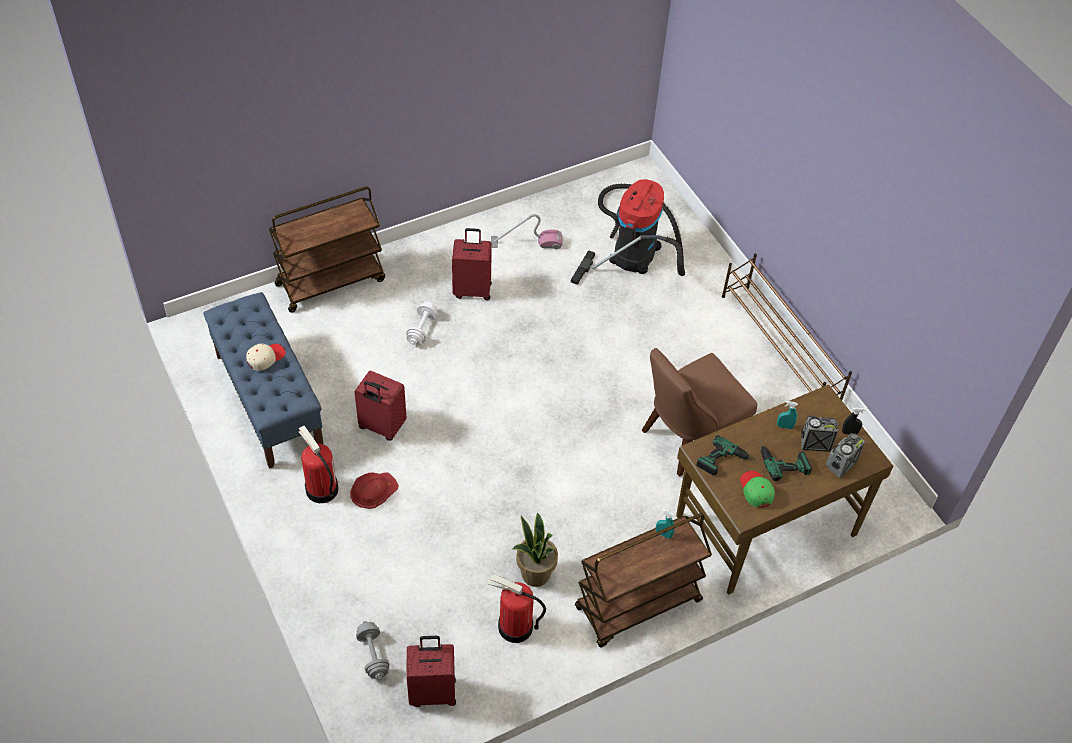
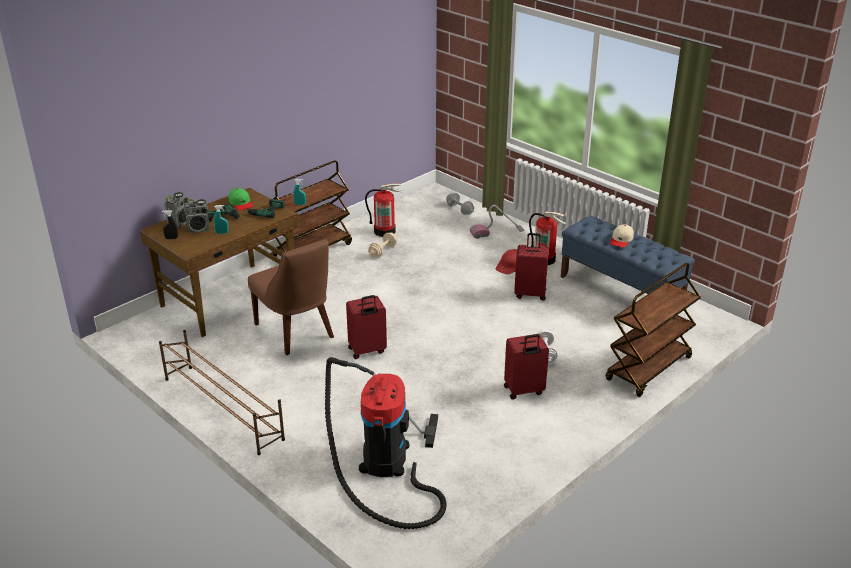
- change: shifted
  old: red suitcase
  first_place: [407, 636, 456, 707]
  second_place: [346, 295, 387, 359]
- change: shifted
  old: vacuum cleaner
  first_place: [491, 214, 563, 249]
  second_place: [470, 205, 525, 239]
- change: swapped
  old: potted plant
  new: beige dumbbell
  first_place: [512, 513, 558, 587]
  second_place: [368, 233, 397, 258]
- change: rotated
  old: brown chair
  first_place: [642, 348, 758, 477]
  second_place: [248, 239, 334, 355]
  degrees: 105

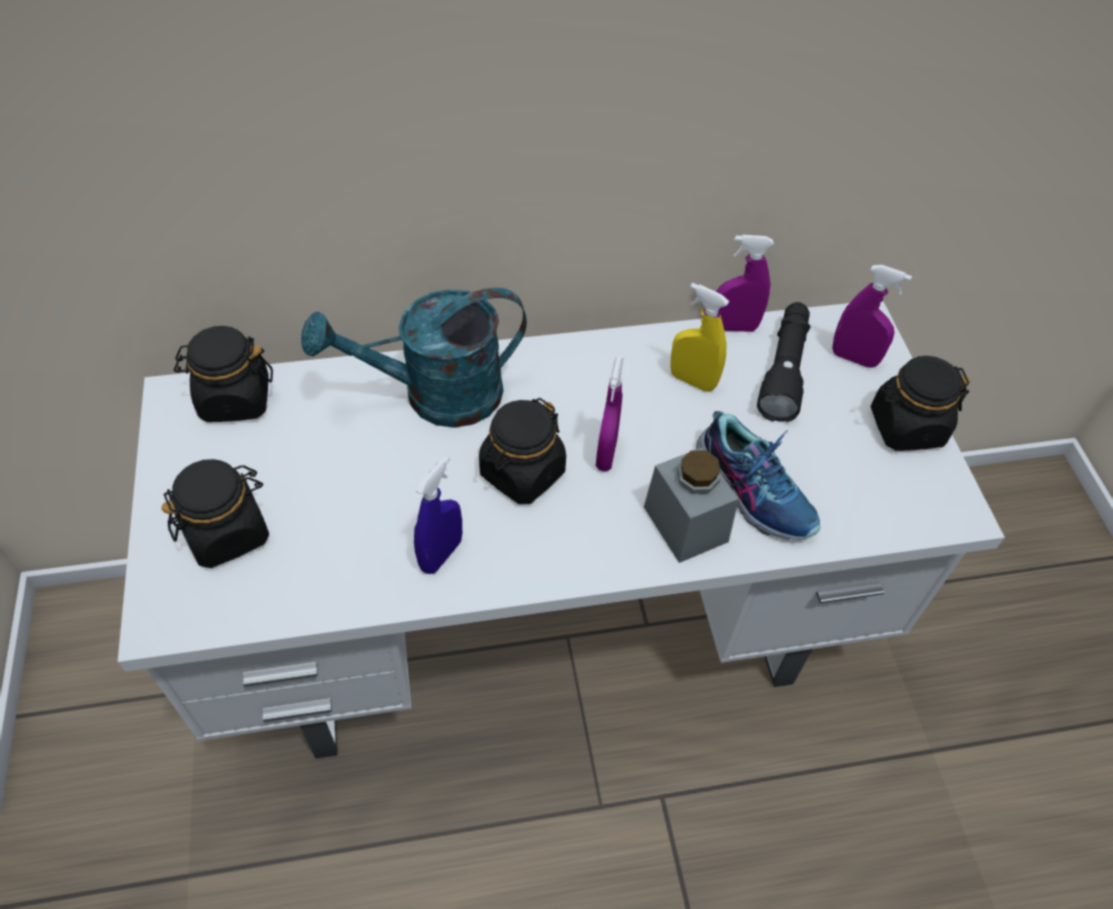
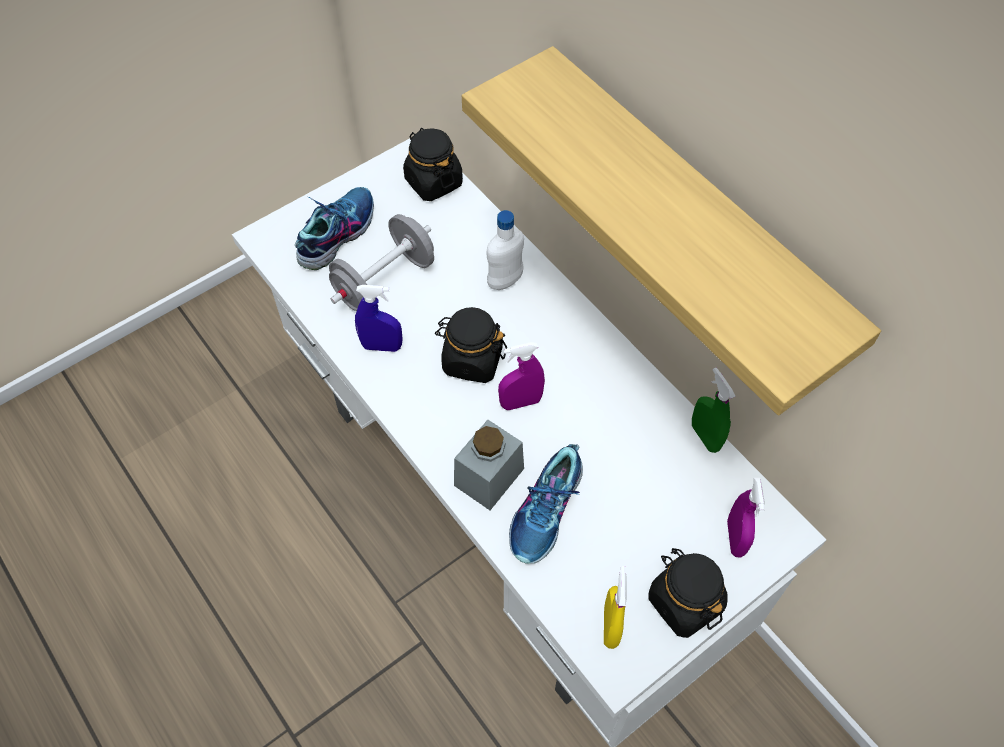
- change: gone
  old: black flashlight
  first_place: [757, 302, 811, 422]
- change: new
  new: grey dumbbell
  second_place: [329, 214, 434, 311]
- change: new
  new: shelf
  second_place: [462, 46, 881, 416]
- change: shifted
  old: yellow spray bottle
  first_place: [671, 283, 729, 392]
  second_place: [604, 566, 627, 649]
- change: swapped
  old: black jar
  new: shoe
  first_place: [162, 459, 269, 568]
  second_place: [295, 187, 374, 270]
- change: swapped
  old: turquoise watering can
  new: white bottle
  first_place: [301, 288, 527, 428]
  second_place: [487, 210, 524, 290]
- change: repainted
  old: purple spray bottle
  new: green spray bottle
  first_place: [716, 235, 774, 332]
  second_place: [692, 367, 735, 453]

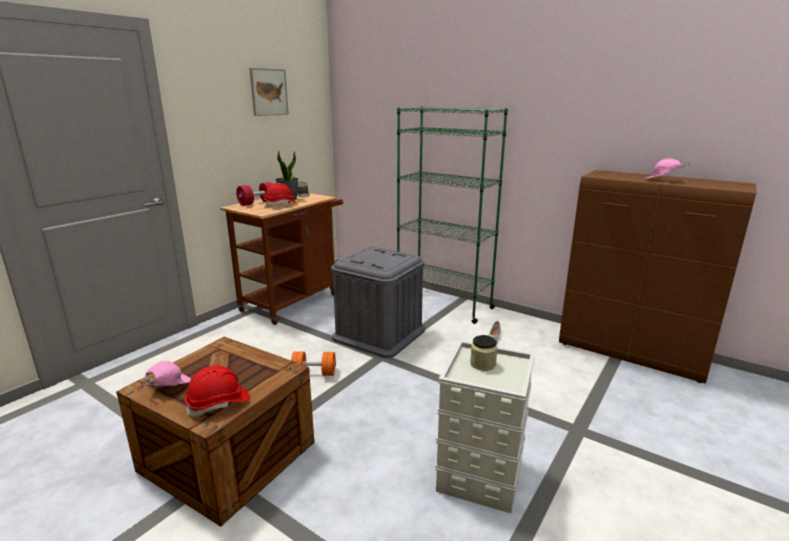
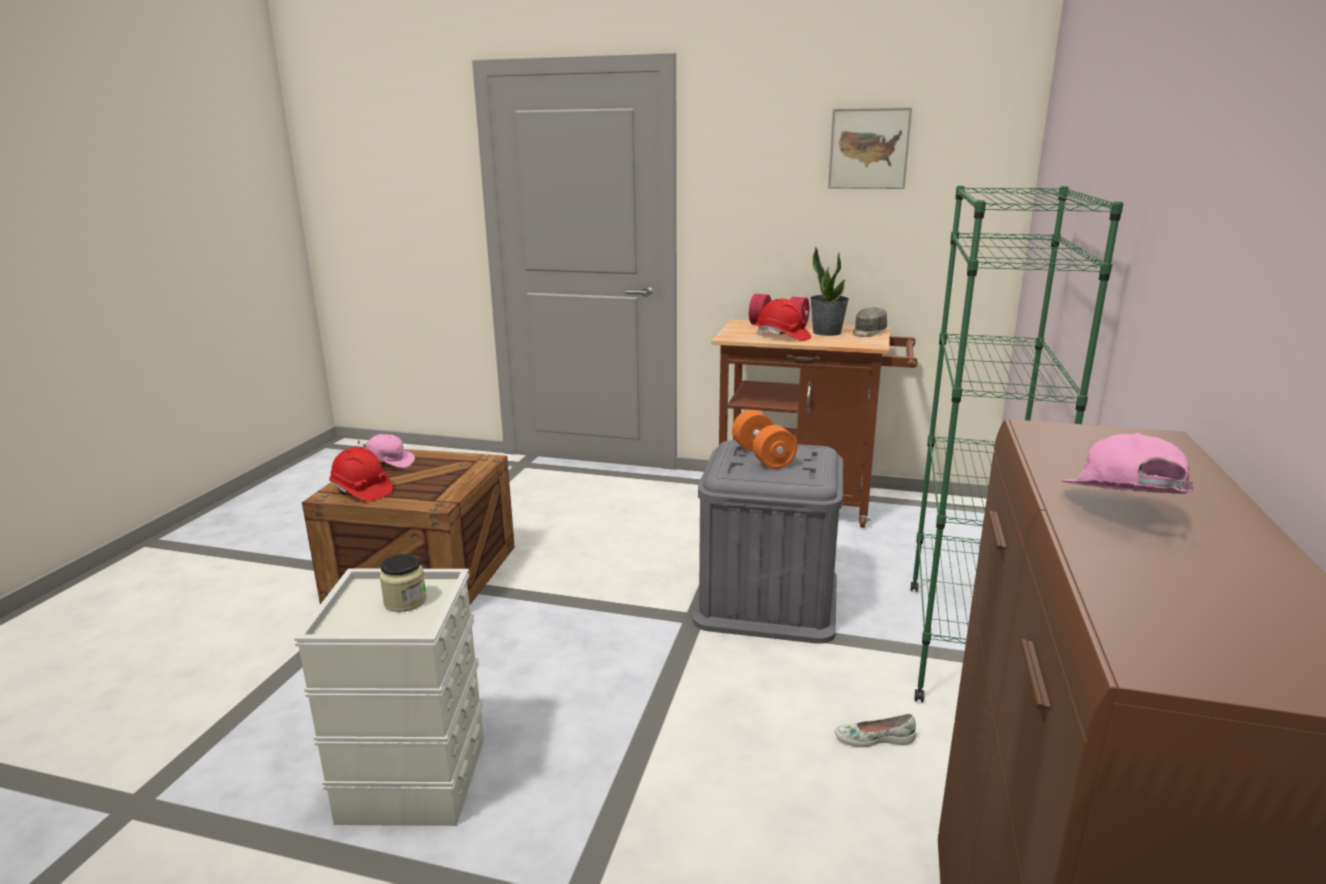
- change: shifted
  old: orange dumbbell
  first_place: [291, 352, 336, 376]
  second_place: [732, 410, 797, 469]

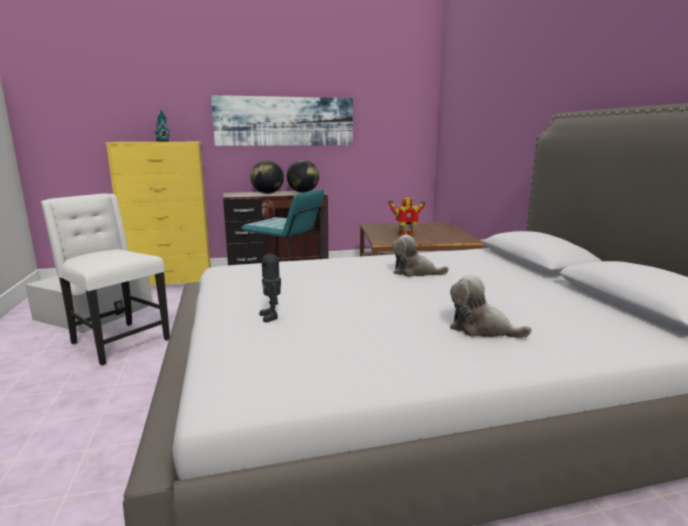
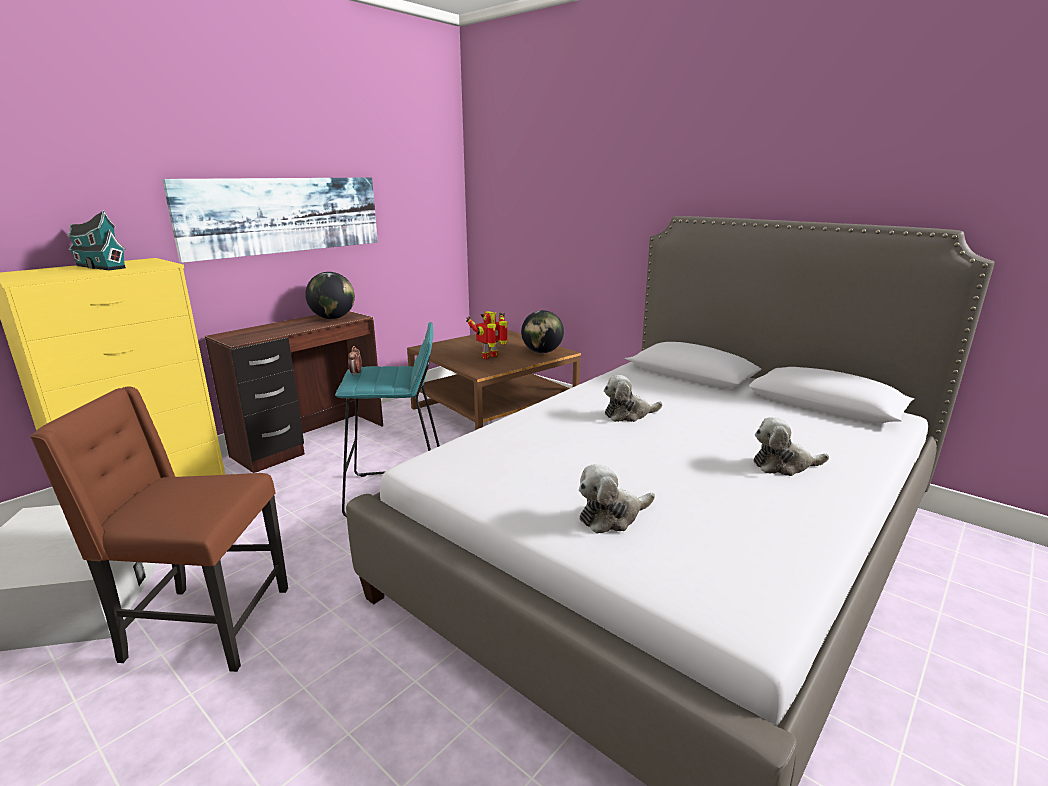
- change: shifted
  old: globe
  first_place: [250, 160, 284, 194]
  second_place: [521, 310, 564, 353]
- change: swapped
  old: toy robot
  new: plush toy
  first_place: [259, 244, 281, 323]
  second_place: [579, 465, 655, 533]
- change: repainted
  old: white chair
  new: brown chair
  first_place: [41, 193, 170, 365]
  second_place: [30, 386, 288, 672]

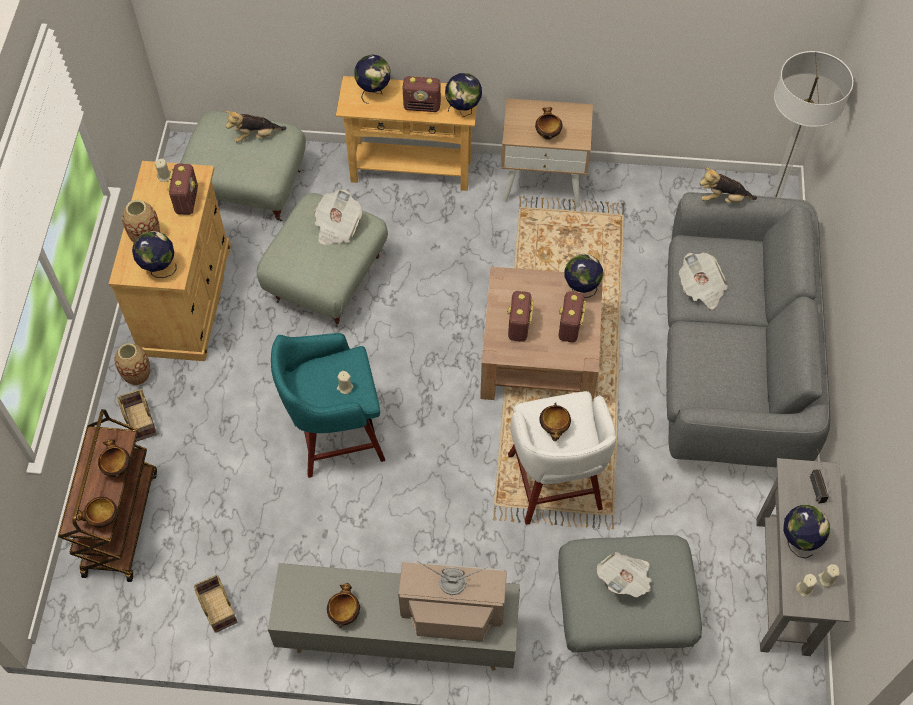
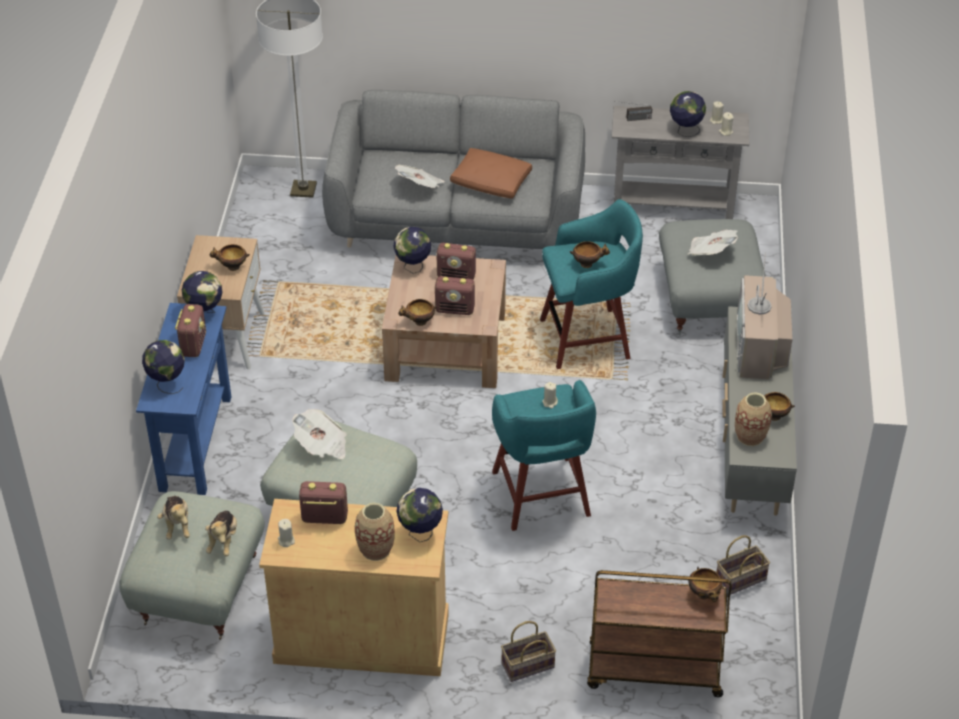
- change: new
  new: brown pillow
  second_place: [450, 148, 532, 199]
- change: shifted
  old: bowl
  first_place: [98, 439, 130, 478]
  second_place: [398, 299, 437, 326]
- change: shifted
  old: vase
  first_place: [114, 343, 150, 385]
  second_place: [735, 392, 772, 446]
- change: shifted
  old: plush toy
  first_place: [699, 167, 757, 203]
  second_place: [205, 510, 237, 556]
- change: repainted
  old: beige console table
  new: blue console table
  first_place: [336, 76, 477, 191]
  second_place: [136, 303, 231, 495]
- change: repainted
  old: white stool
  new: turquoise stool
  first_place: [508, 391, 616, 525]
  second_place: [540, 199, 643, 369]

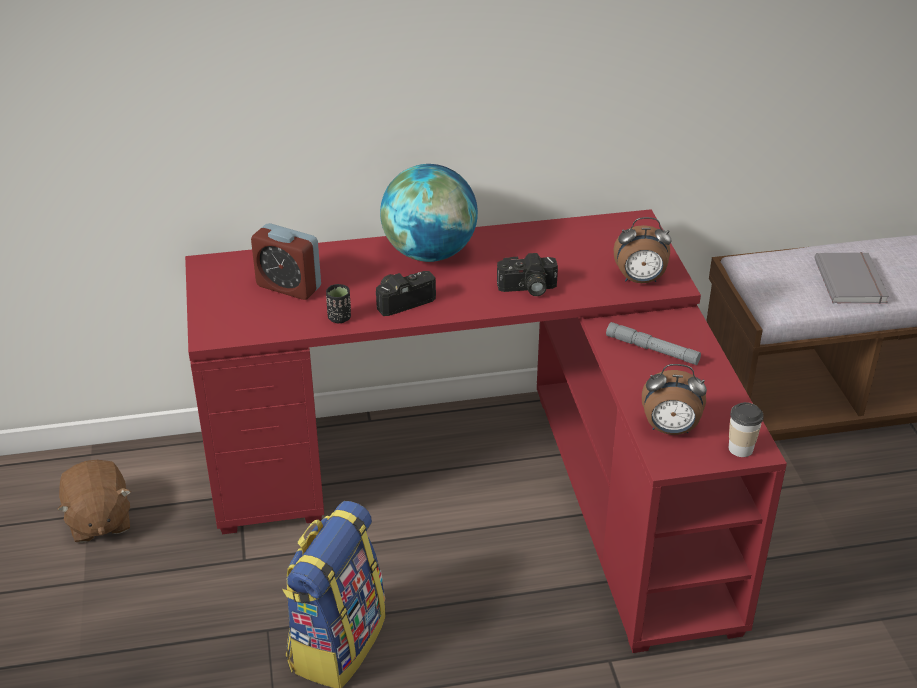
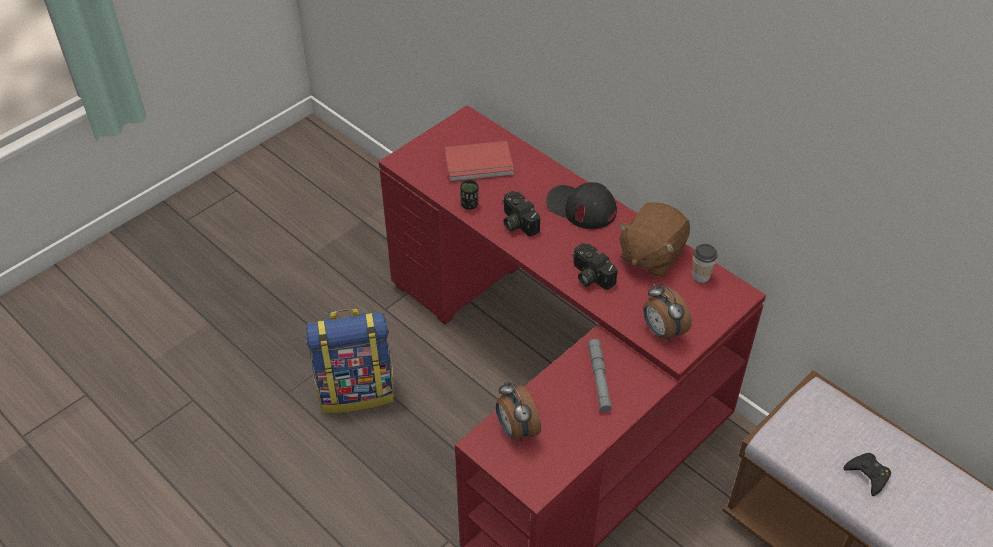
- change: shifted
  old: brown plush toy
  first_place: [57, 460, 131, 543]
  second_place: [618, 202, 690, 277]
- change: shifted
  old: cup
  first_place: [729, 402, 763, 457]
  second_place: [692, 244, 718, 283]
- change: swapped
  old: alarm clock
  new: red book
  first_place: [251, 223, 321, 300]
  second_place: [445, 141, 514, 182]
- change: swapped
  old: globe
  new: black cap
  first_place: [380, 164, 478, 262]
  second_place: [546, 182, 617, 229]
- change: swapped
  old: grey book
  new: black game controller
  first_place: [814, 252, 889, 304]
  second_place: [843, 453, 891, 496]
- change: rotated
  old: photo camera
  first_place: [376, 271, 436, 316]
  second_place: [502, 191, 540, 237]
  degrees: -150

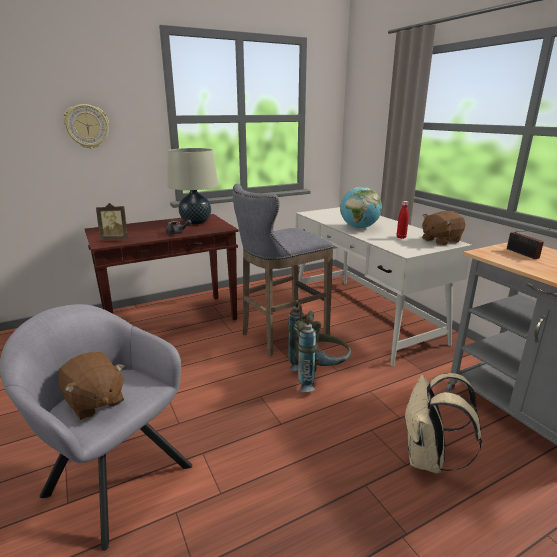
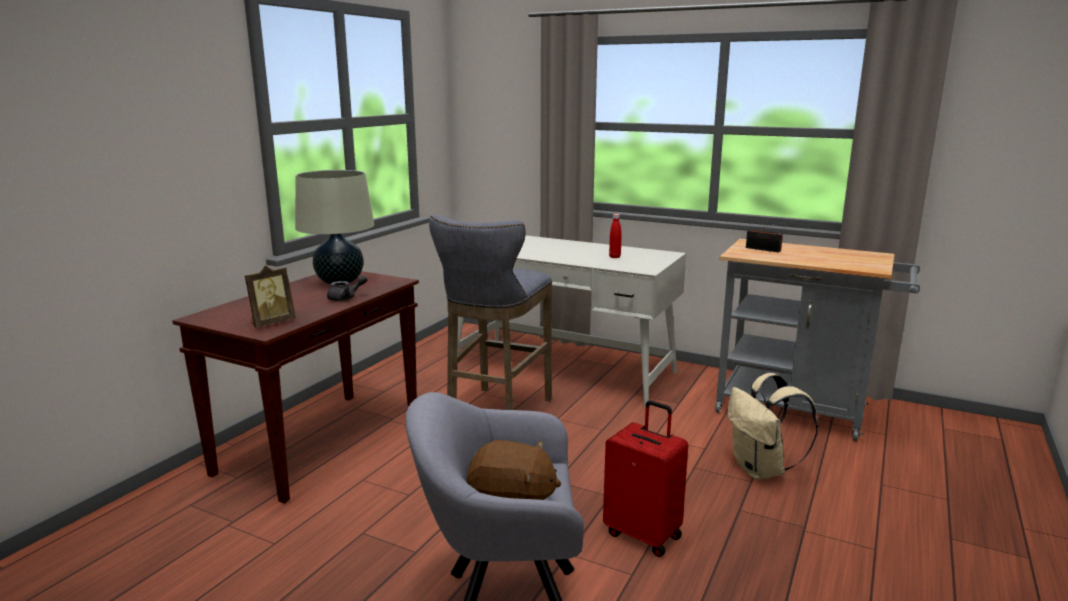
- change: gone
  old: wall clock
  first_place: [63, 104, 109, 149]
- change: gone
  old: grey backpack
  first_place: [288, 302, 351, 392]
- change: gone
  old: globe
  first_place: [340, 187, 382, 229]
- change: gone
  old: brown plush toy
  first_place: [422, 211, 466, 245]
- change: new
  new: red suitcase
  second_place: [603, 400, 688, 557]

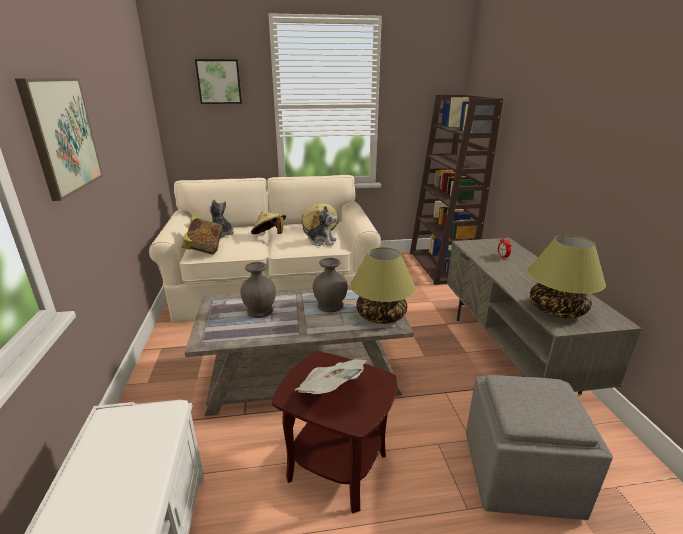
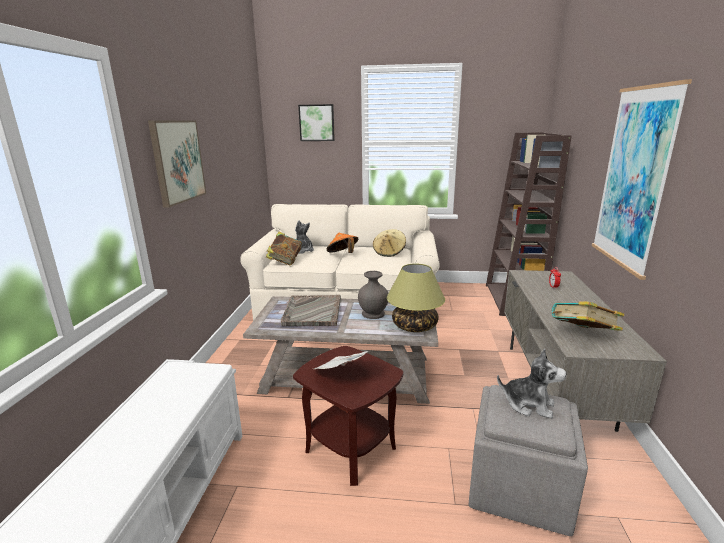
- change: new
  new: picture
  second_place: [592, 79, 692, 280]
- change: shifted
  old: plush toy
  first_place: [303, 205, 338, 246]
  second_place: [497, 349, 566, 419]
- change: swapped
  old: grey vase
  new: grey tray
  first_place: [240, 262, 276, 318]
  second_place: [281, 295, 341, 326]
- change: swapped
  old: table lamp
  new: book
  first_place: [528, 235, 606, 318]
  second_place: [552, 302, 624, 331]
- change: repainted
  old: beige hat
  new: orange hat
  first_place: [251, 211, 286, 234]
  second_place: [327, 233, 358, 253]

